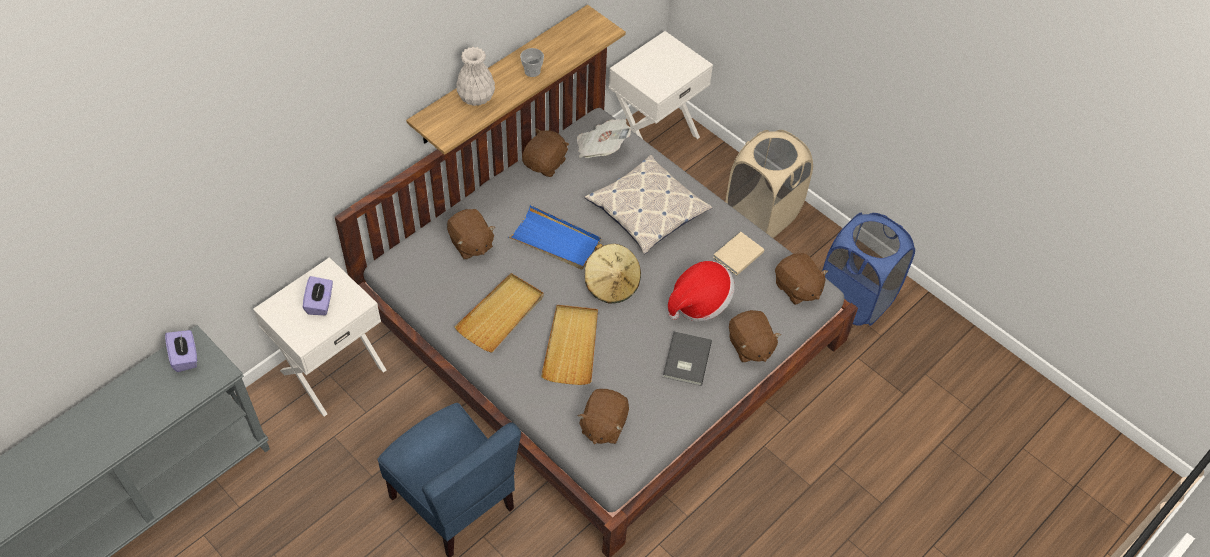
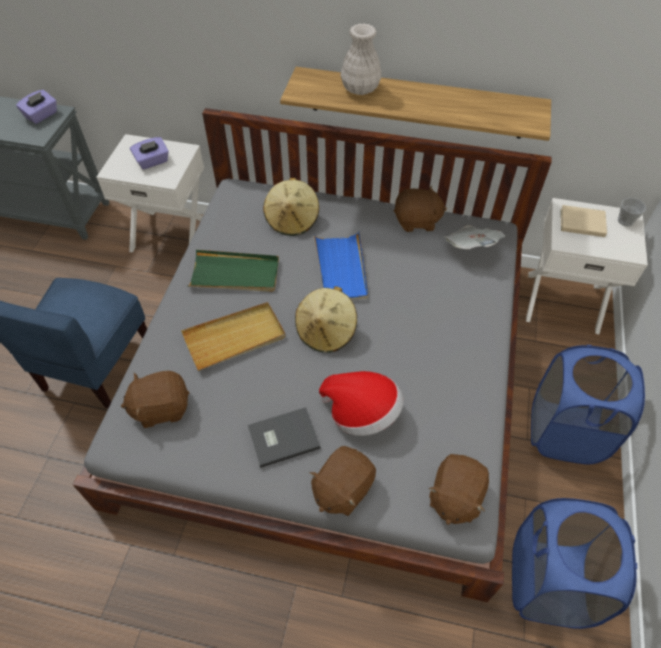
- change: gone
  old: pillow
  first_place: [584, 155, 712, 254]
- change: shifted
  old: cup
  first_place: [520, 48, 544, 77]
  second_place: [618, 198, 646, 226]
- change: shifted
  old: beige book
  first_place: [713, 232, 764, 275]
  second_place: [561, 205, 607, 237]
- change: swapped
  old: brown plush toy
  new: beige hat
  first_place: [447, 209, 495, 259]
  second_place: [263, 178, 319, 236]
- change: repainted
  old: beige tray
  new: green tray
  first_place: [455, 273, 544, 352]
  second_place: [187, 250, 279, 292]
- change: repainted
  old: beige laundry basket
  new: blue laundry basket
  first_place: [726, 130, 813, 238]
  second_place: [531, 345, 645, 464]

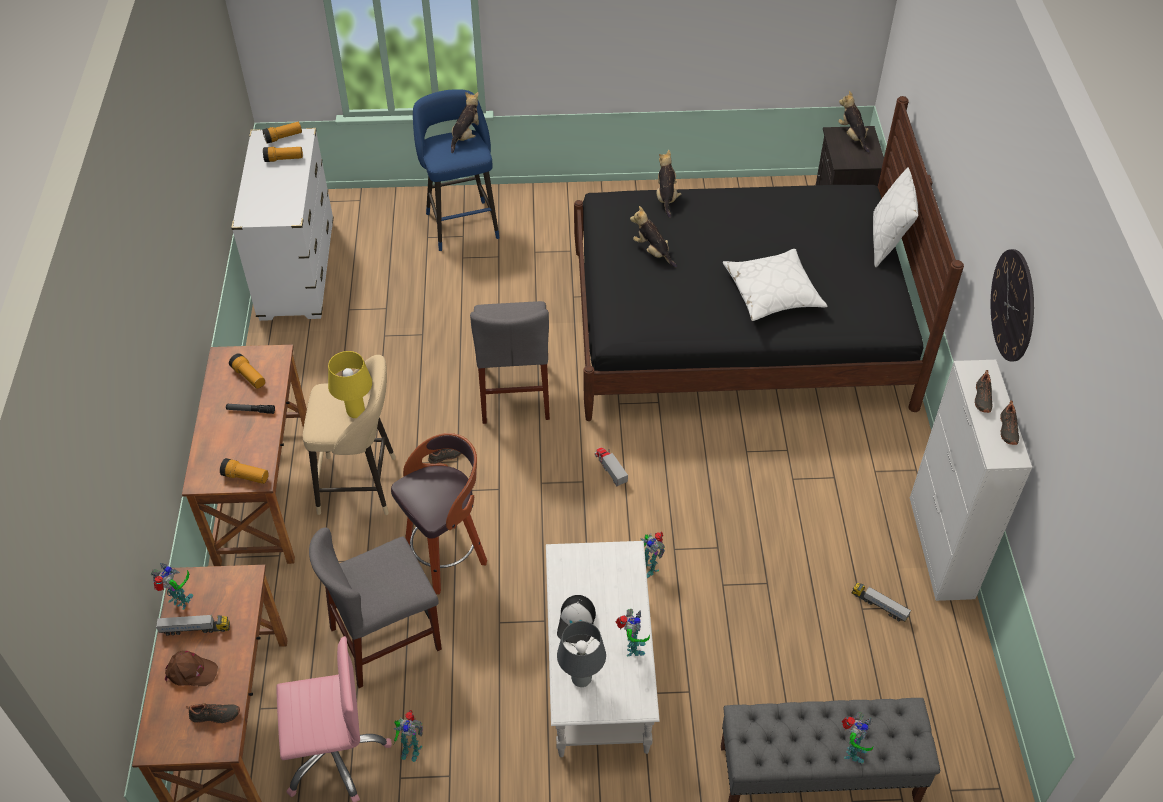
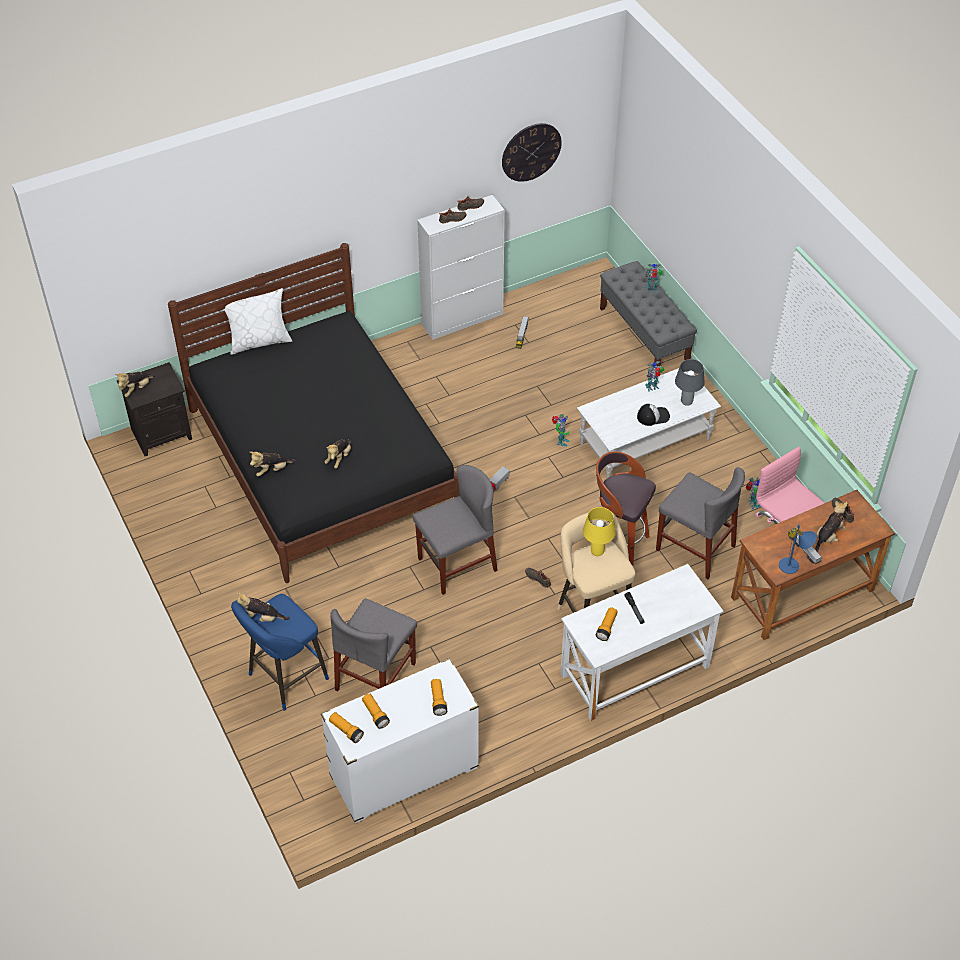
- change: gone
  old: white pillow
  first_place: [723, 249, 828, 321]
- change: new
  new: grey chair
  second_place: [330, 599, 417, 691]
- change: shifted
  old: flashlight
  first_place: [220, 458, 269, 484]
  second_place: [431, 679, 447, 716]
- change: shifted
  old: wall clock
  first_place: [991, 249, 1034, 362]
  second_place: [502, 123, 562, 182]
- change: swapped
  old: toy robot
  new: blue table lamp
  first_place: [151, 563, 193, 610]
  second_place: [779, 524, 817, 574]
- change: swapped
  old: brown cap
  new: plush toy
  first_place: [165, 651, 218, 686]
  second_place: [815, 501, 847, 552]
- change: repainted
  old: brown desk
  new: white desk
  first_place: [182, 345, 307, 566]
  second_place: [560, 564, 724, 721]

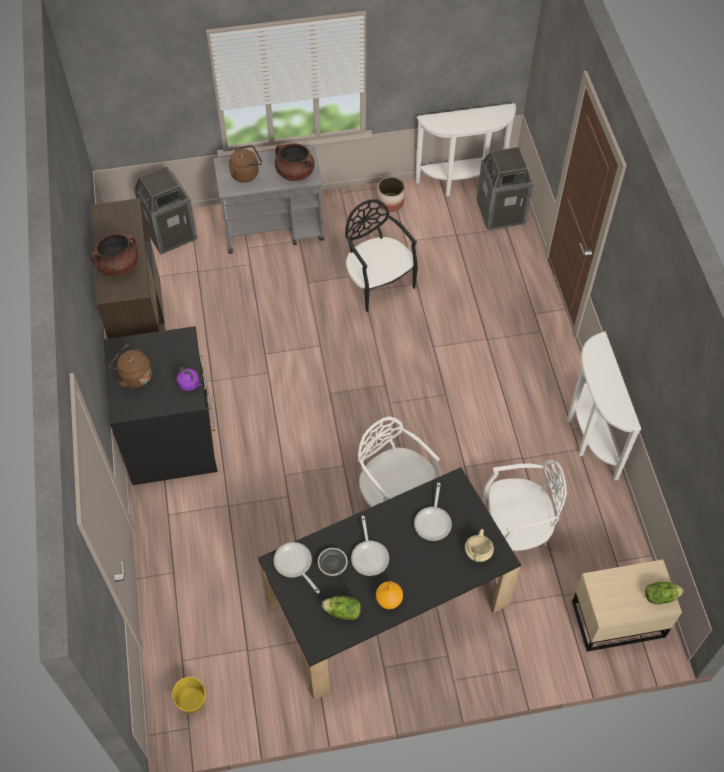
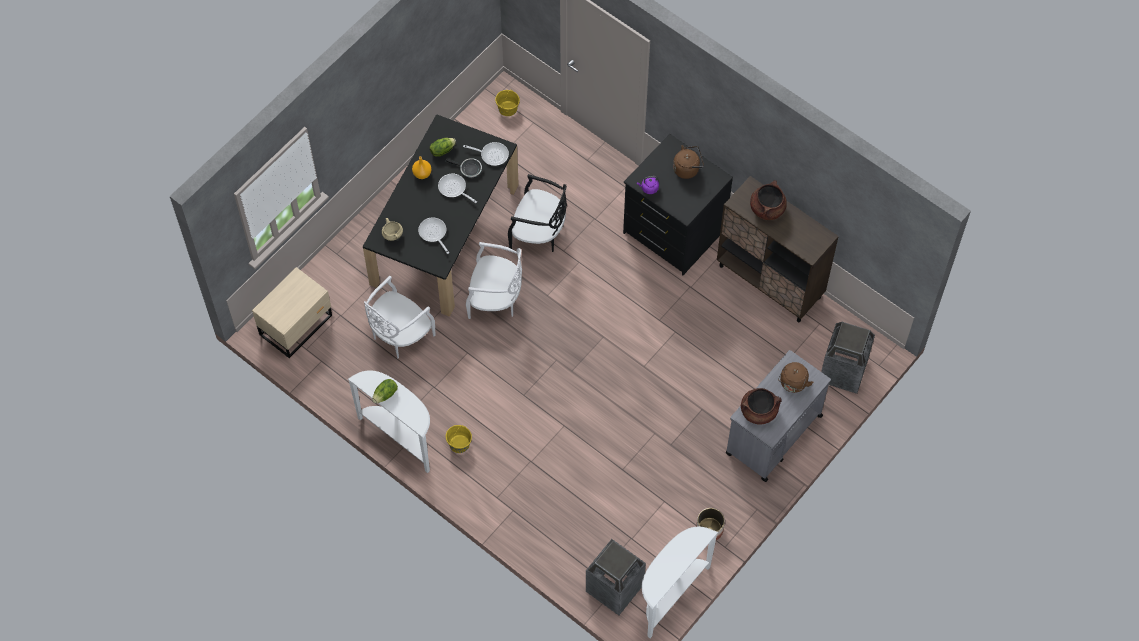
- change: new
  new: yellow bucket
  second_place: [446, 425, 472, 453]
- change: shifted
  old: black chair
  first_place: [345, 199, 418, 312]
  second_place: [508, 174, 567, 252]
- change: shifted
  old: lettuce
  first_place: [645, 582, 683, 604]
  second_place: [372, 379, 398, 403]

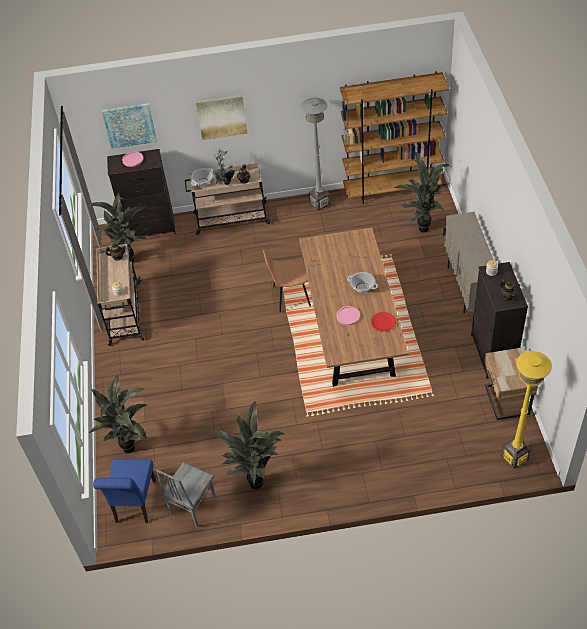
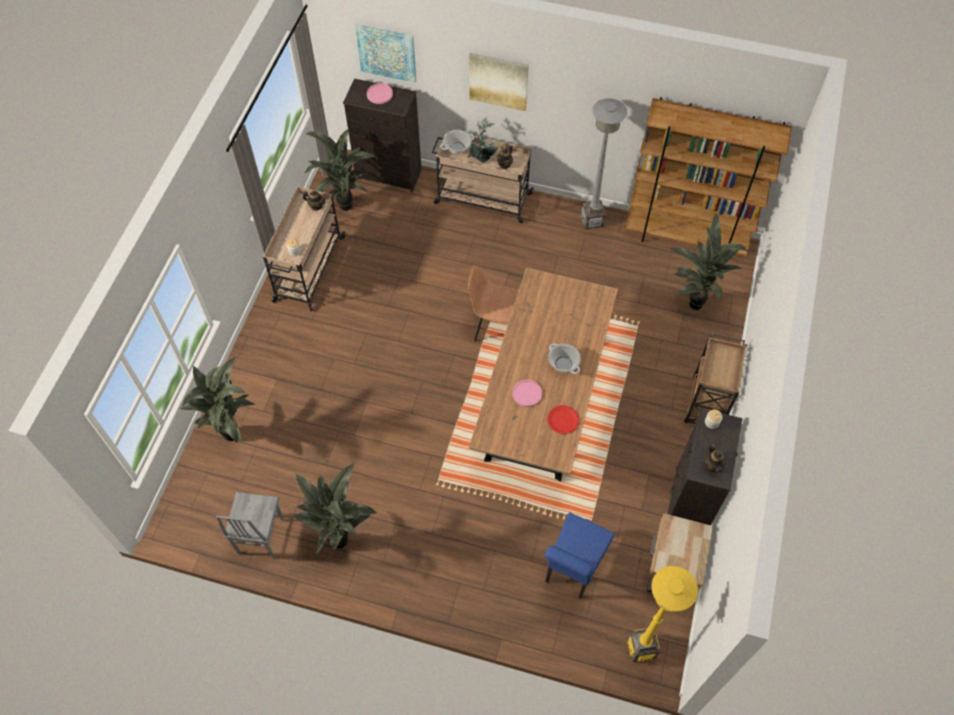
- change: shifted
  old: blue chair
  first_place: [93, 459, 156, 523]
  second_place: [545, 512, 615, 599]
- change: swapped
  old: beige cabinet
  new: brown cart
  first_place: [443, 212, 494, 313]
  second_place: [684, 333, 747, 424]
- change: rotated
  old: grey chair
  first_place: [156, 462, 216, 528]
  second_place: [216, 491, 284, 559]
  degrees: -45

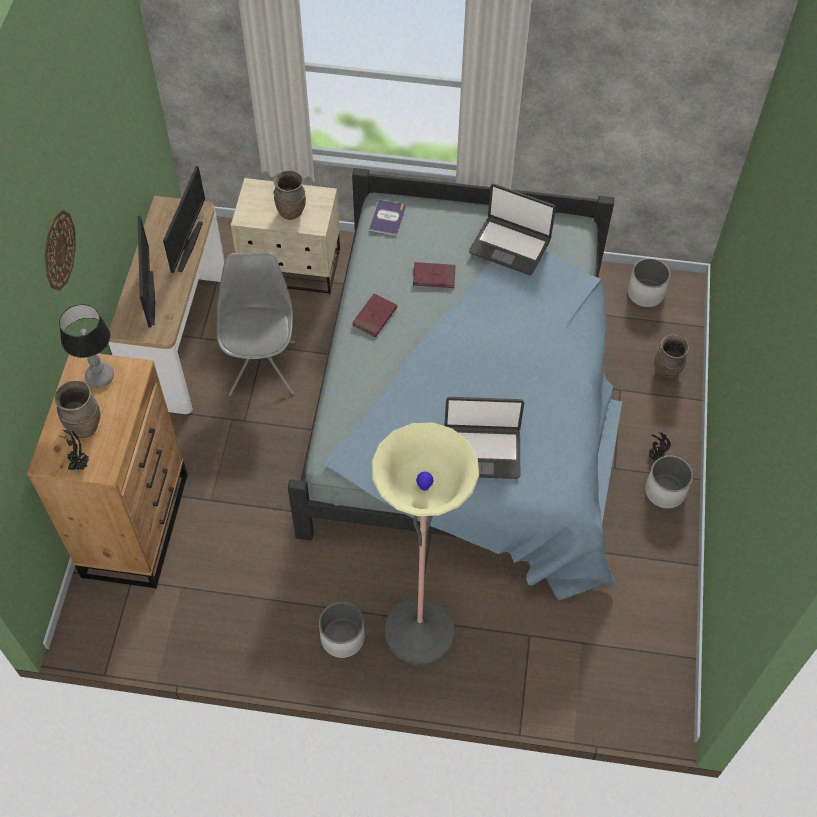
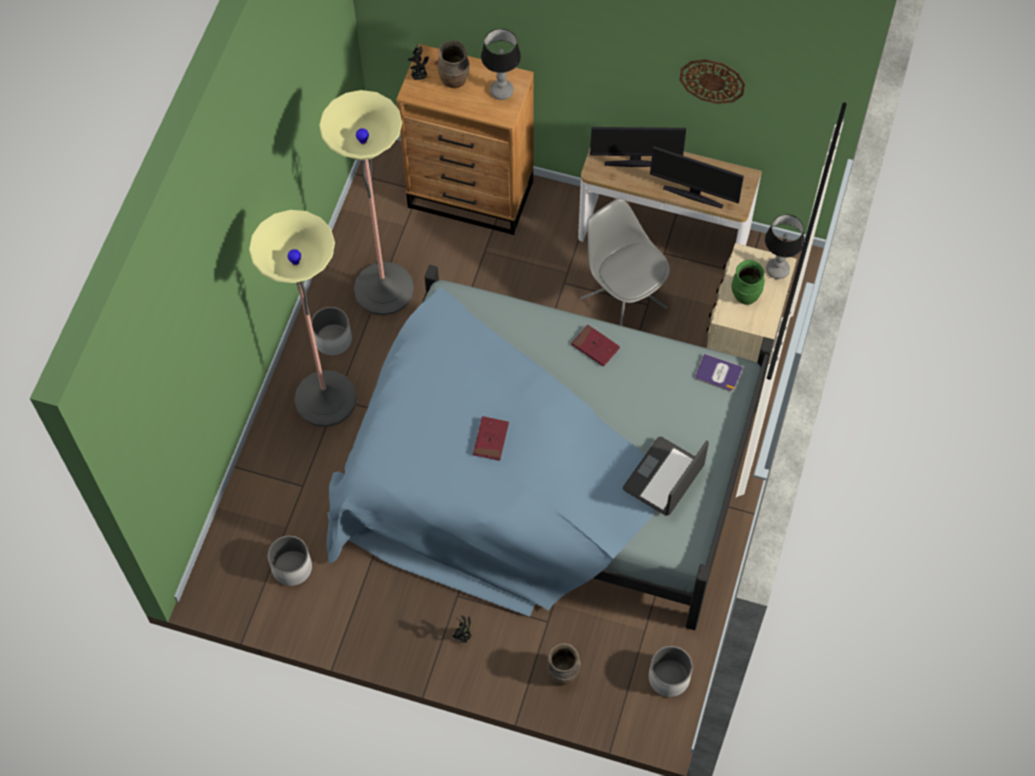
- change: gone
  old: laptop
  first_place: [445, 397, 524, 479]
- change: new
  new: floor lamp
  second_place: [319, 90, 414, 316]
- change: new
  new: table lamp
  second_place: [765, 214, 804, 279]
- change: shifted
  old: wall clock
  first_place: [45, 210, 76, 291]
  second_place: [679, 59, 745, 104]
- change: shifted
  old: red book
  first_place: [413, 262, 456, 288]
  second_place: [473, 416, 509, 461]
- change: shifted
  old: white planter
  first_place: [645, 456, 693, 509]
  second_place: [268, 536, 312, 586]
- change: repainted
  old: brown vase
  new: green vase
  first_place: [273, 170, 306, 220]
  second_place: [731, 259, 765, 305]
- change: rotated
  old: grey chair
  first_place: [217, 252, 295, 396]
  second_place: [580, 198, 670, 326]
  degrees: -135

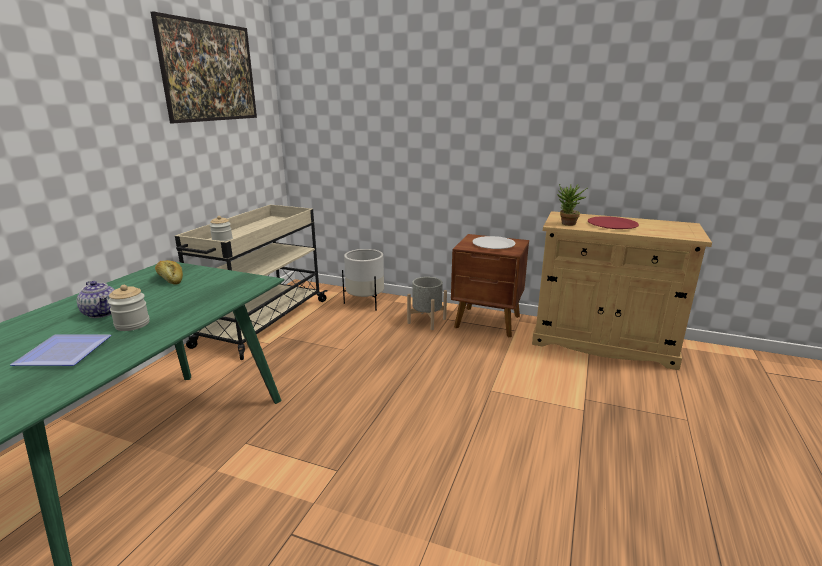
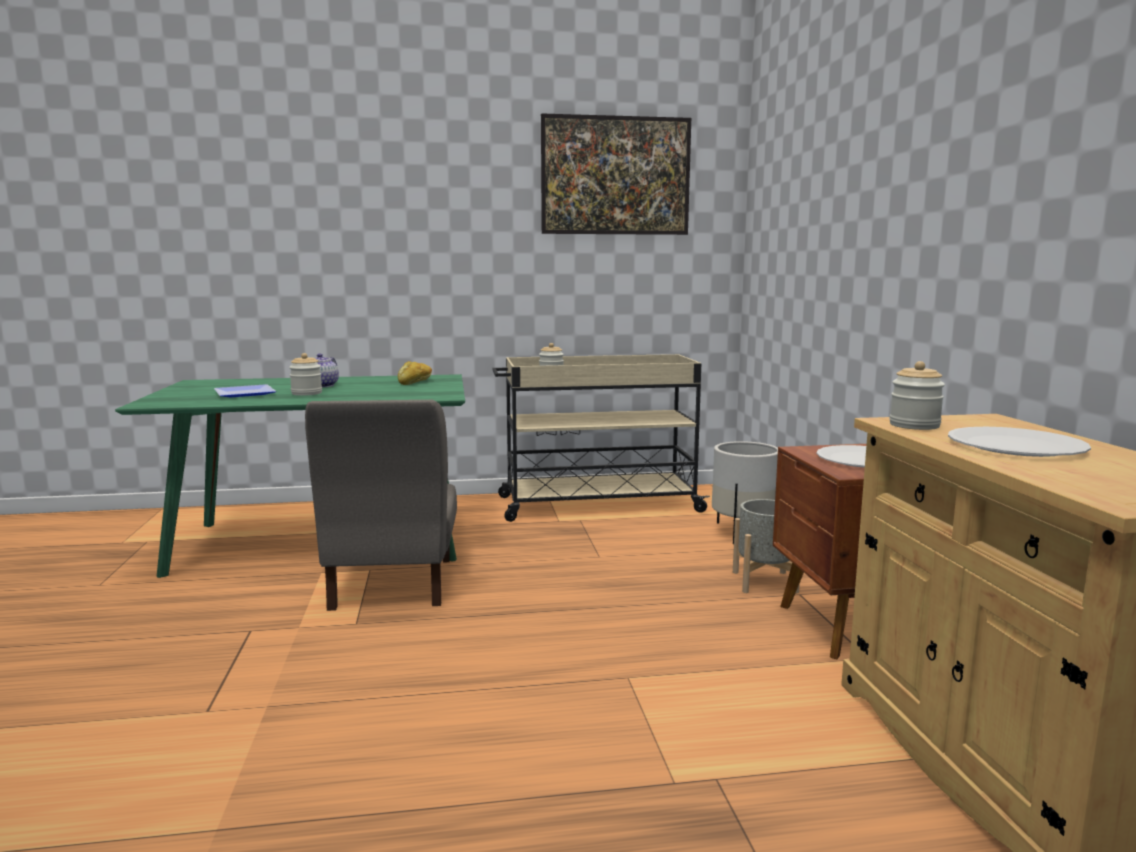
- change: new
  new: grey chair
  second_place: [305, 400, 457, 611]
- change: swapped
  old: potted plant
  new: jar
  first_place: [557, 184, 587, 226]
  second_place: [889, 361, 945, 430]
- change: repainted
  old: red plate
  new: white plate
  first_place: [588, 216, 639, 229]
  second_place: [948, 427, 1091, 457]

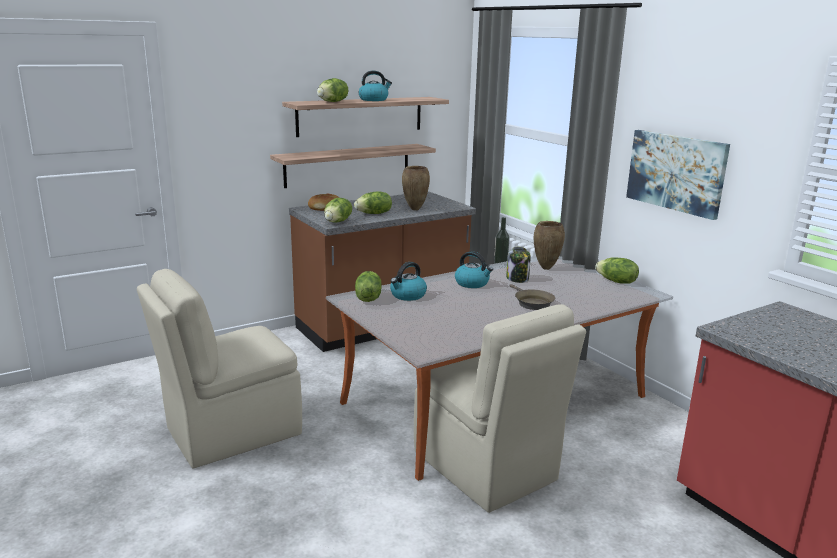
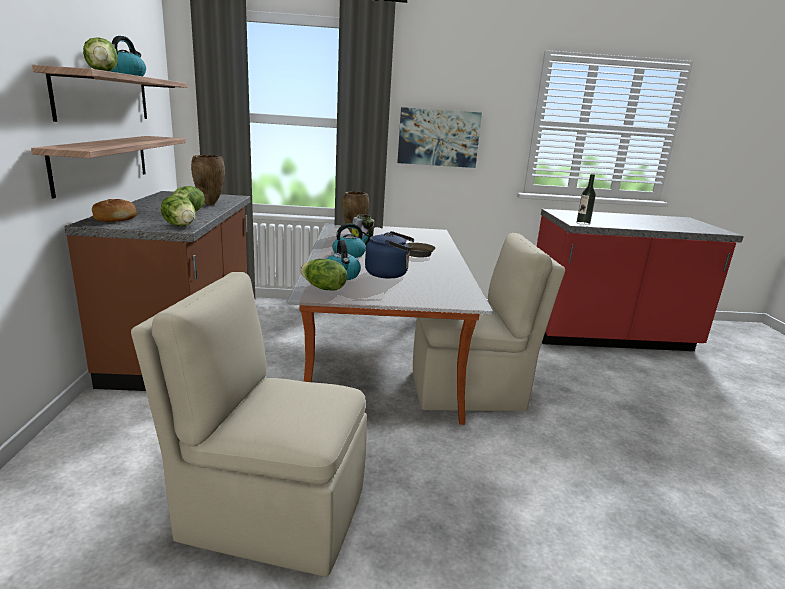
- change: gone
  old: lettuce
  first_place: [595, 257, 639, 284]
- change: new
  new: blue kettle
  second_place: [365, 231, 414, 278]
- change: shifted
  old: bottle
  first_place: [494, 217, 509, 268]
  second_place: [576, 174, 596, 225]
- change: rotated
  old: beige chair
  first_place: [137, 269, 302, 468]
  second_place: [131, 272, 367, 577]
  degrees: 105

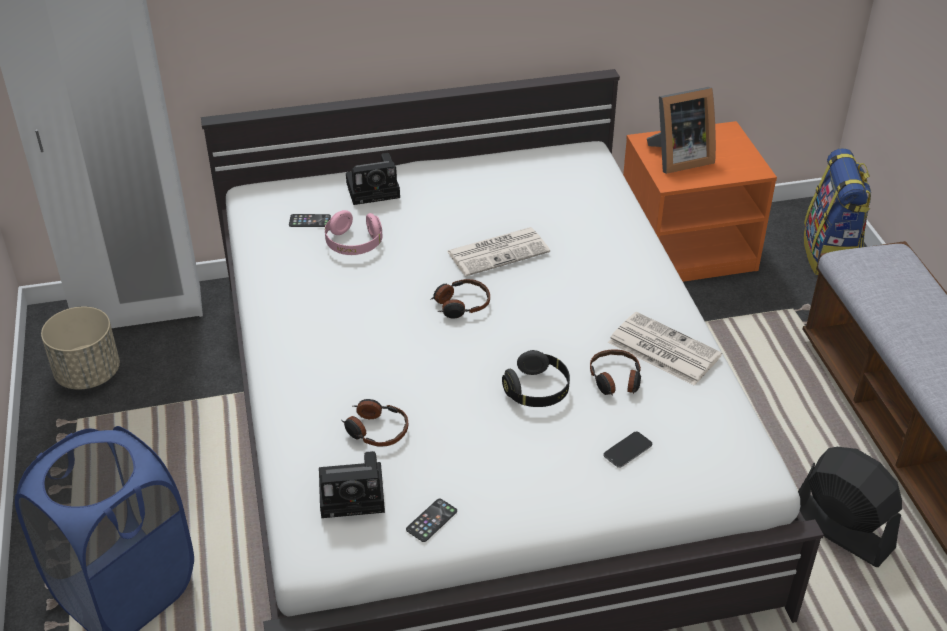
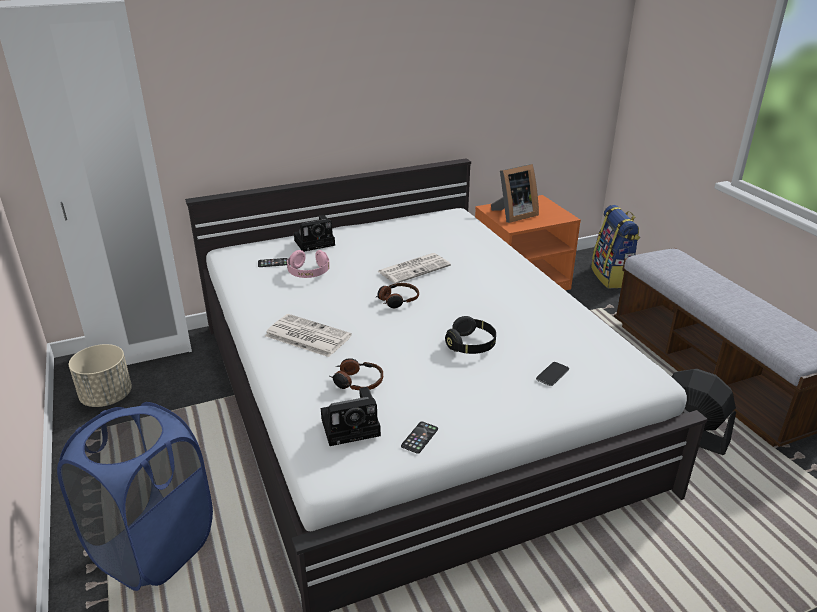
- change: gone
  old: headphones
  first_place: [590, 349, 641, 396]
- change: shifted
  old: newspaper
  first_place: [608, 312, 722, 386]
  second_place: [265, 314, 352, 357]

